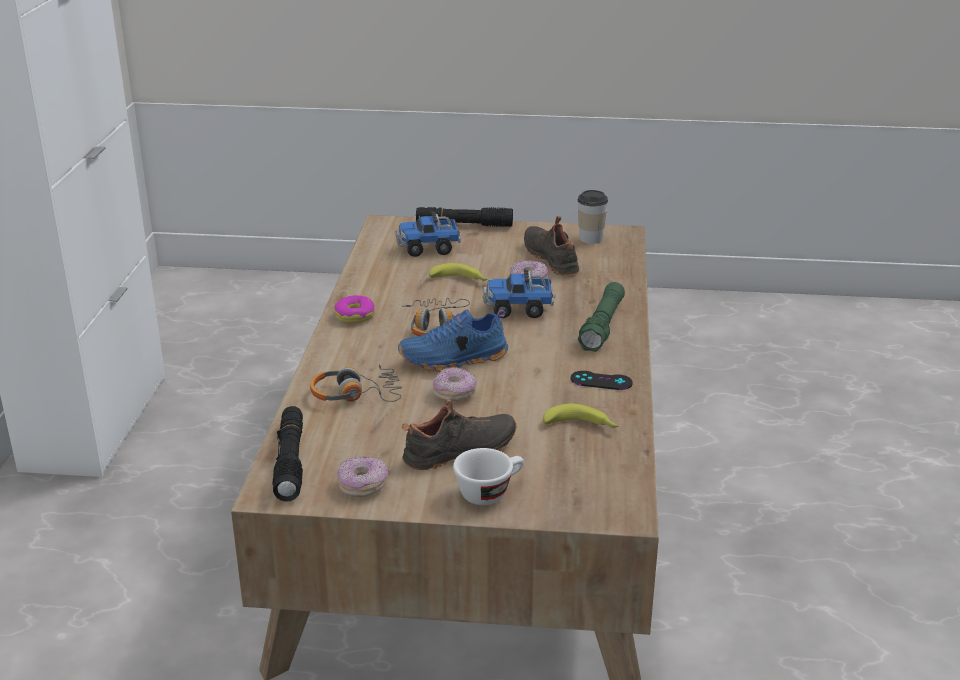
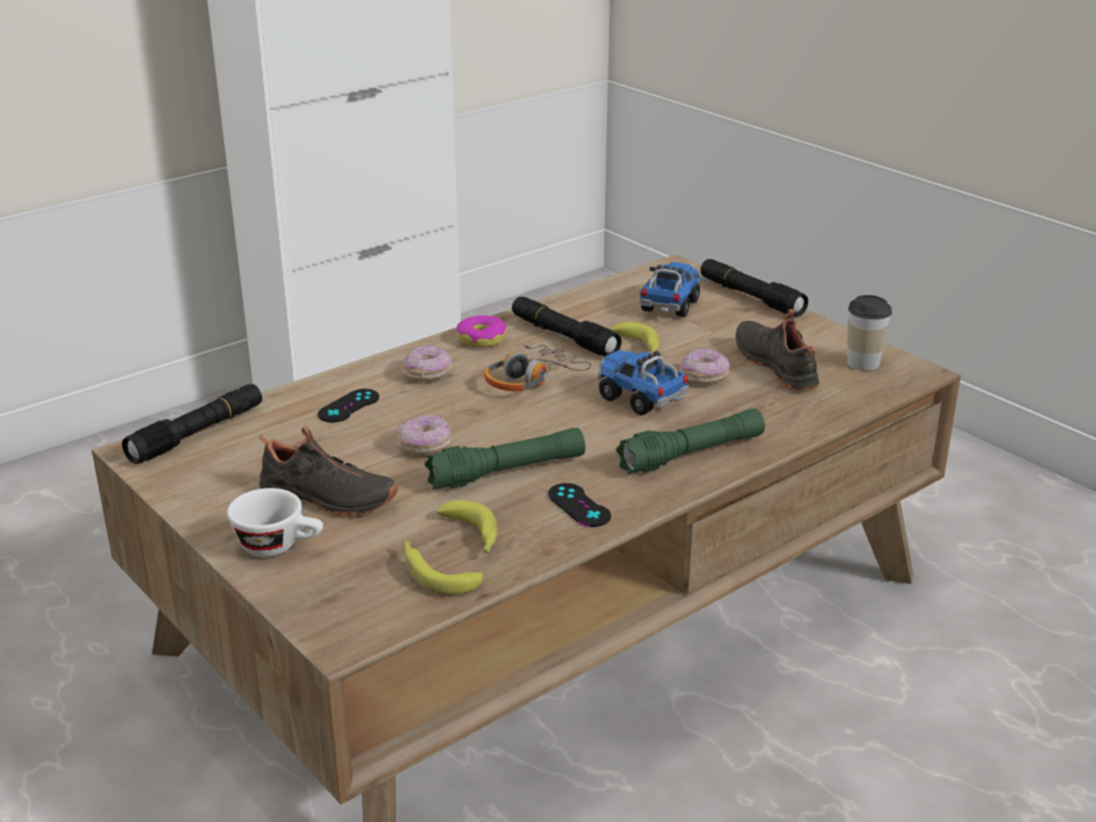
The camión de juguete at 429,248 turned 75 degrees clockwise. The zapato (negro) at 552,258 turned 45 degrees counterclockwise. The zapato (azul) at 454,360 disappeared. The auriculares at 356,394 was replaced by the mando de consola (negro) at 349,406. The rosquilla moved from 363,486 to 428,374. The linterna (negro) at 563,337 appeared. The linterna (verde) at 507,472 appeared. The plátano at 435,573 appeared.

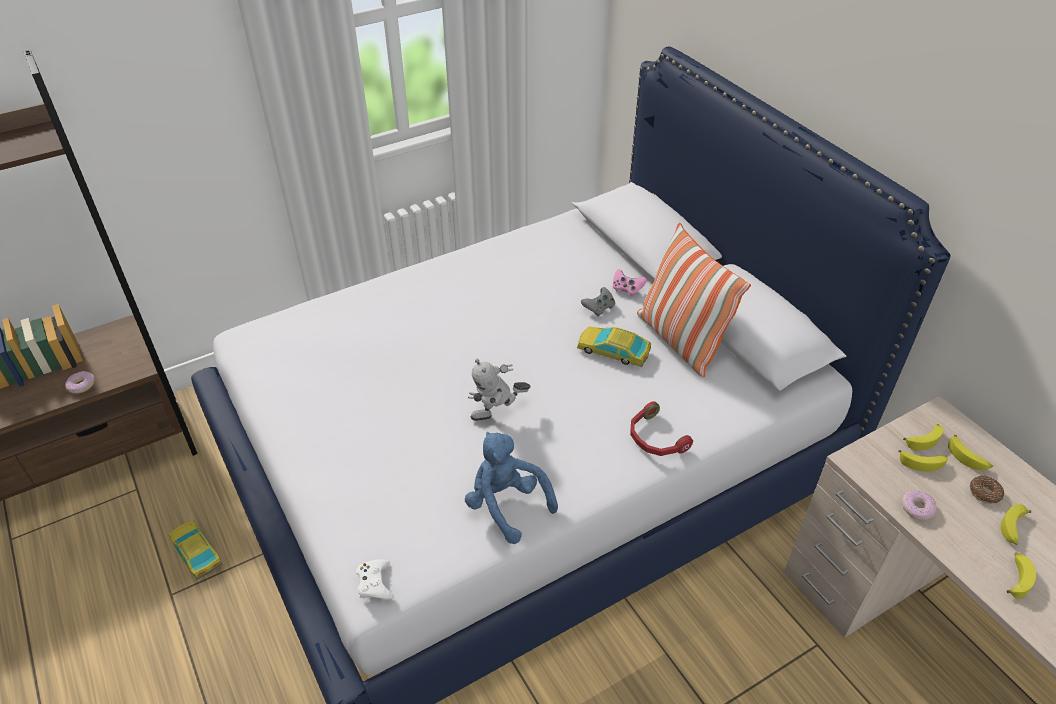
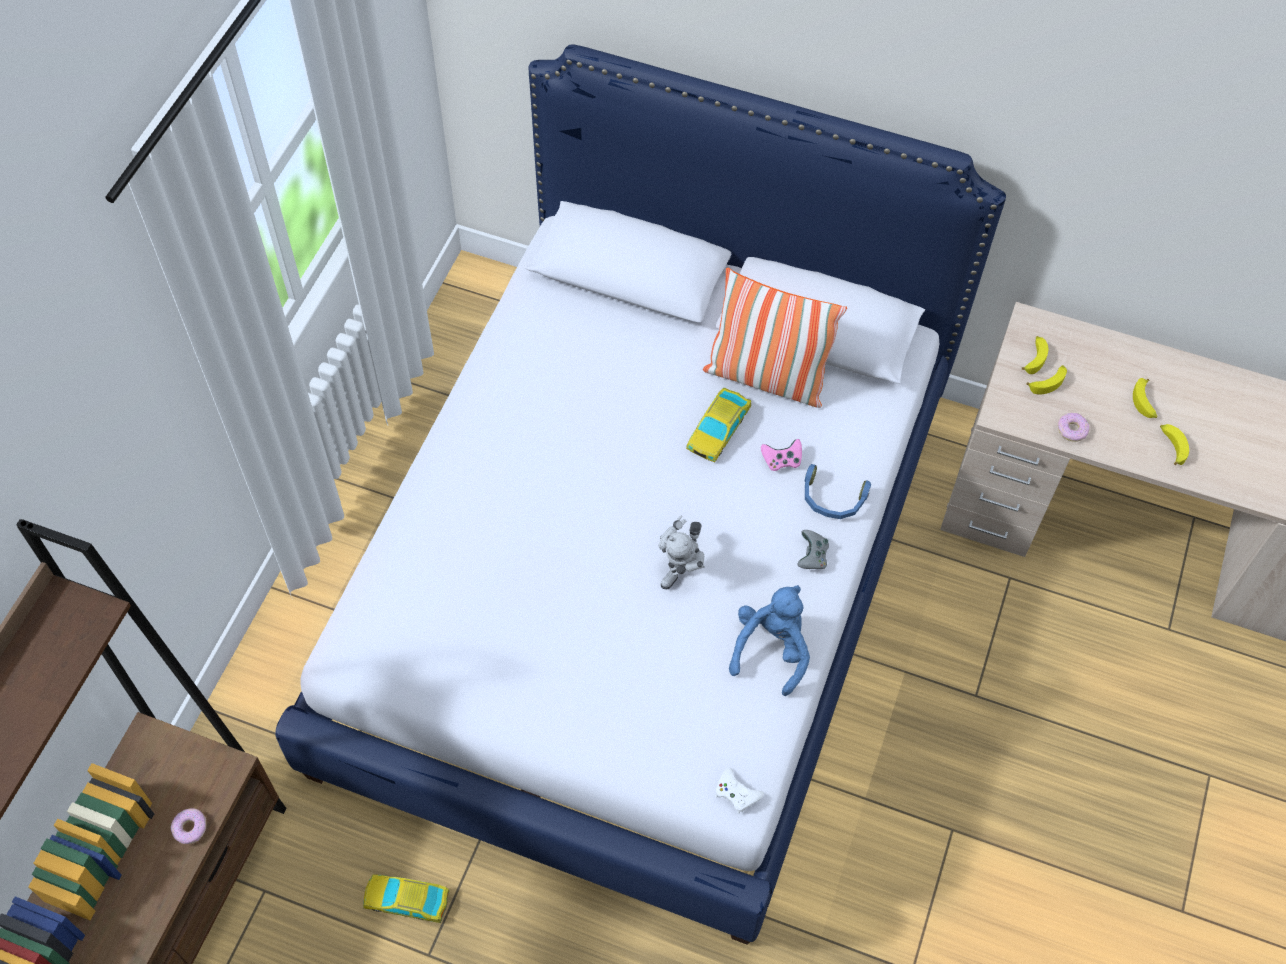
The mando de consola (rosa) moved from 627,289 to 781,461. The mando de consola (gris) moved from 599,308 to 812,557. The coche de juguete at 613,351 turned 45 degrees counterclockwise. The auriculares (rojo) at 655,439 became the auriculares (azul) at 832,499. The peluche (azul) at 506,505 turned 105 degrees clockwise. The plátano at 968,457 disappeared. The rosquilla at 984,493 disappeared.

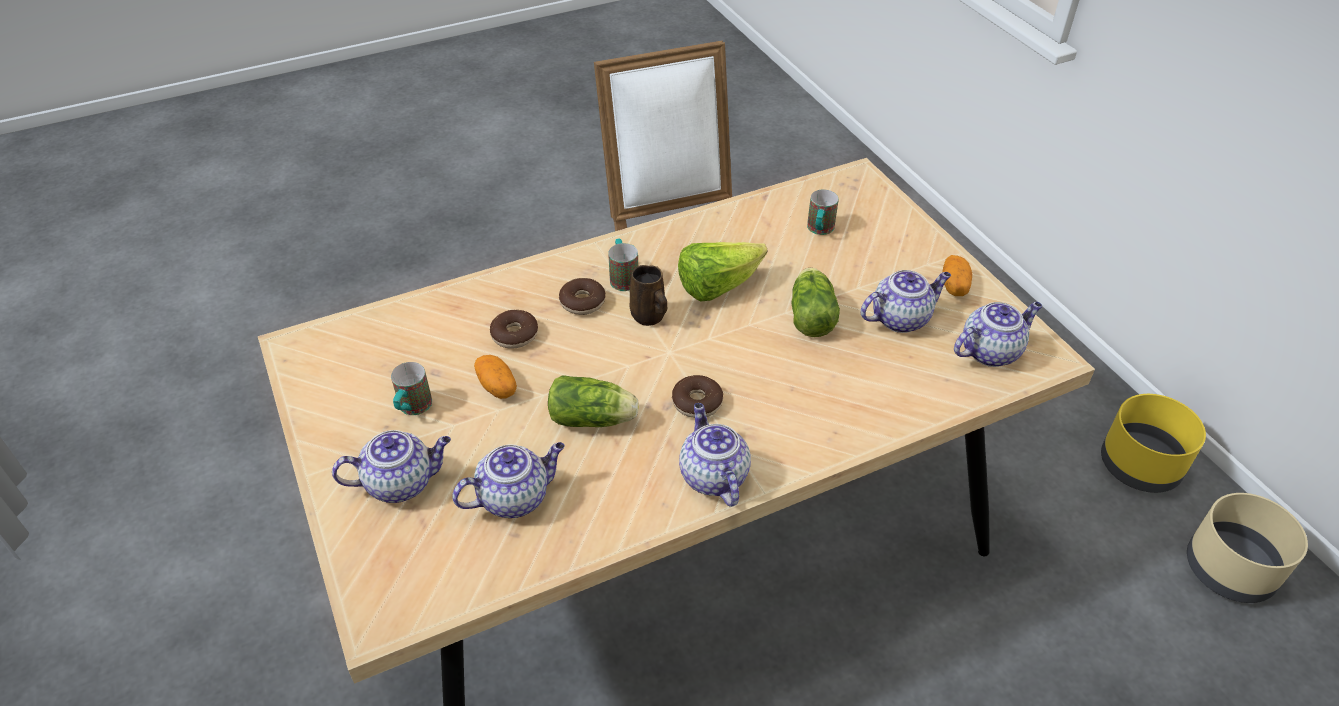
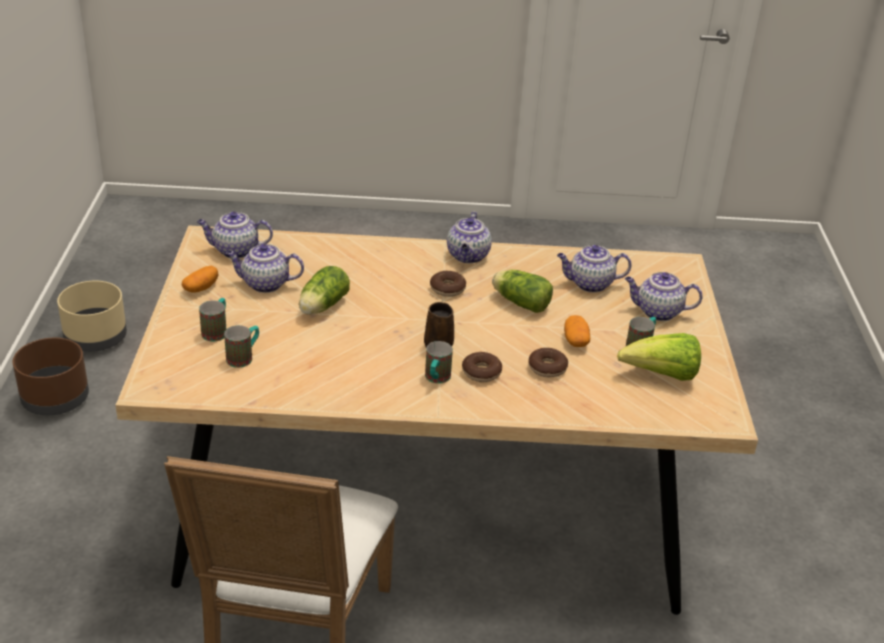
The lechuga moved from 717,286 to 661,375. The maceta (amarillo) at 1140,466 became the maceta (marrón) at 55,399. The taza grande at 216,331 appeared.

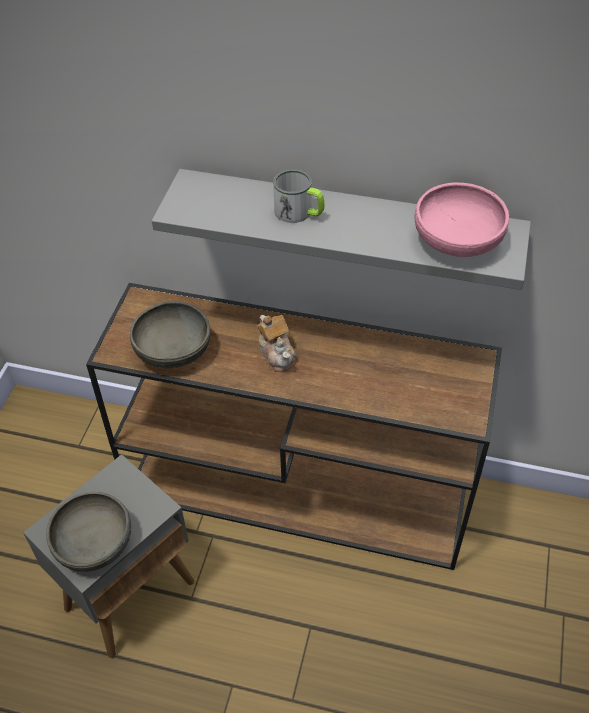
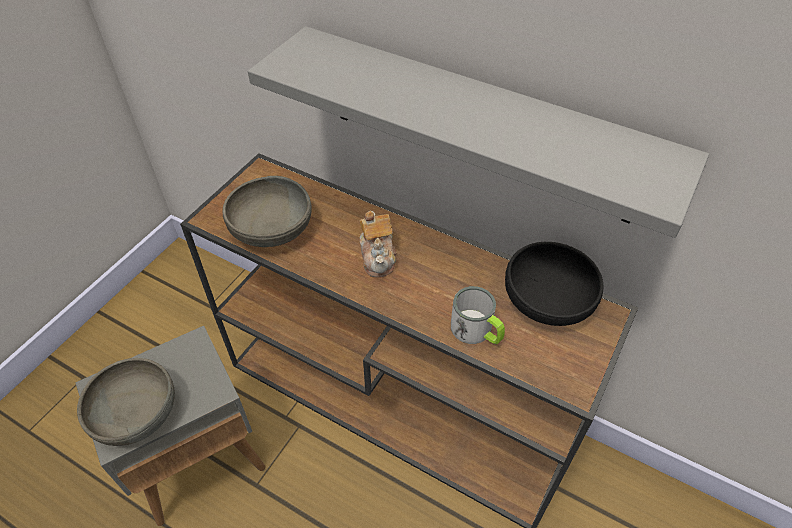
The taza grande moved from 299,213 to 477,331. The cuenco (rosa) at 457,240 disappeared. The cuenco (negro) at 547,300 appeared.

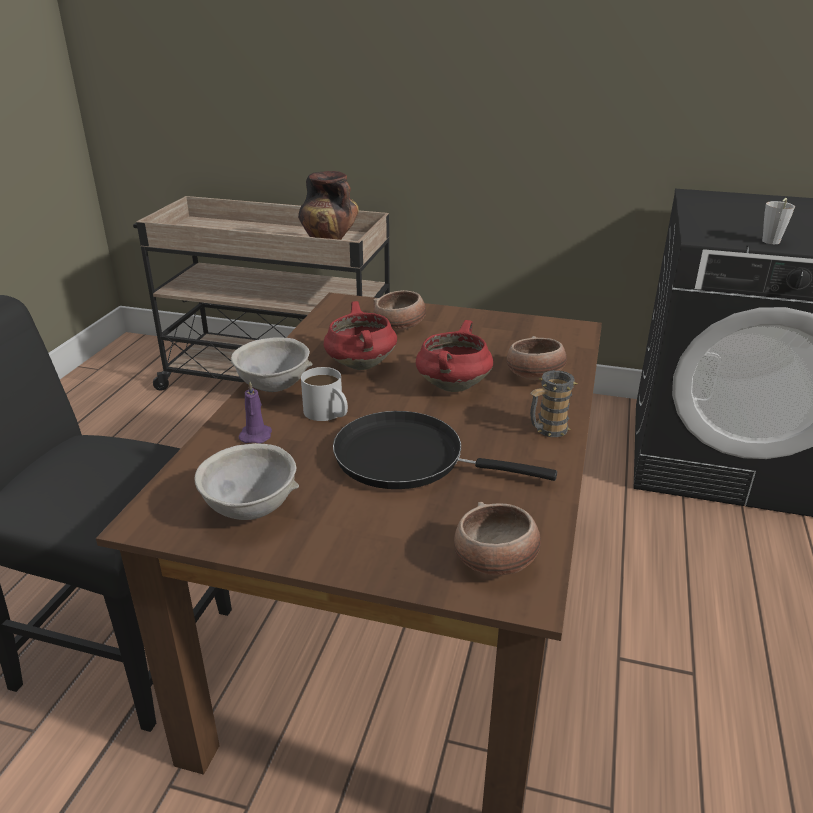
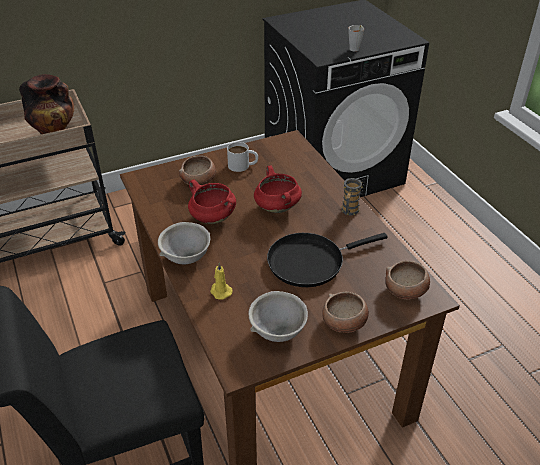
The cuenco moved from 534,376 to 344,323. The taza grande (blanco) moved from 328,414 to 243,165. The vela (morado) at 256,435 became the vela (amarillo) at 220,291.

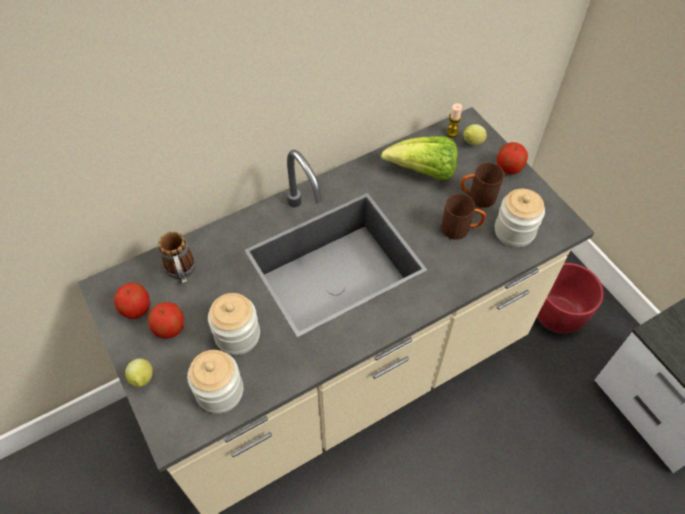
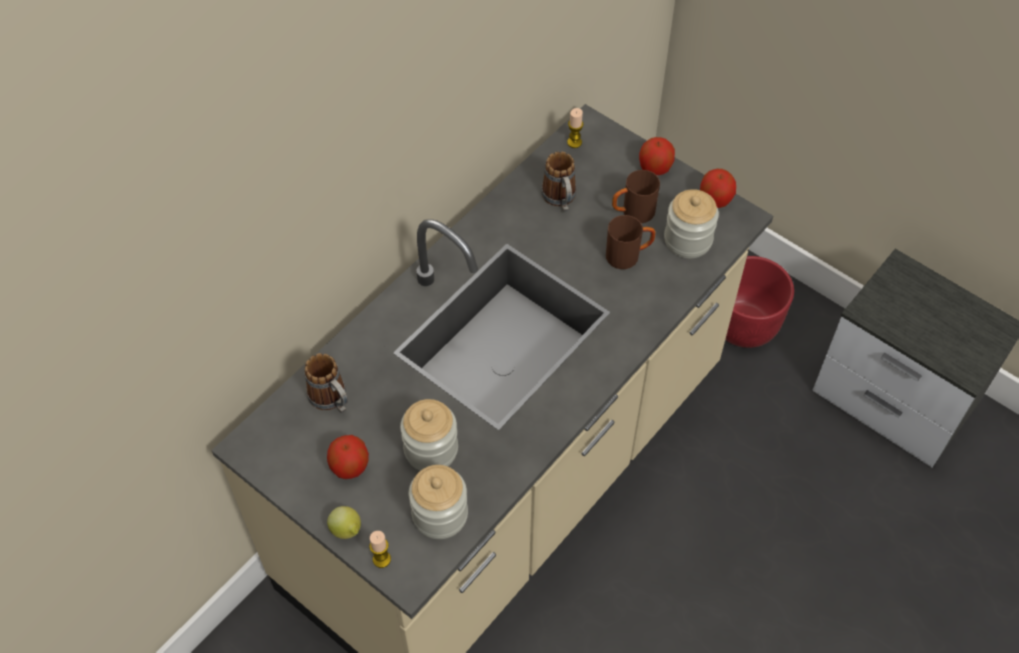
The limón at 472,143 disappeared. The lechuga at 423,172 was replaced by the taza grande at 560,200. The manzana moved from 137,309 to 715,200. The vela at 381,559 appeared.

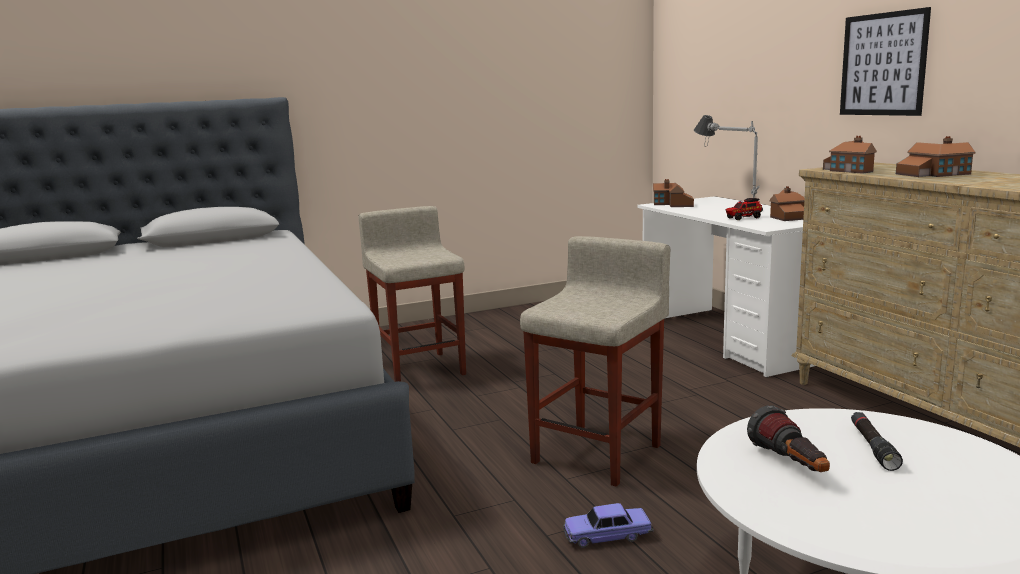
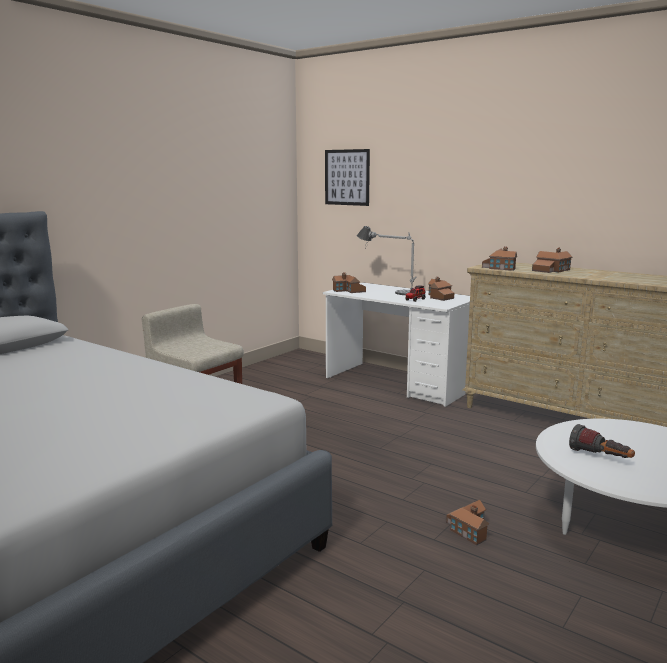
The cuadro moved from 883,64 to 347,177. The taburete (beis) at 598,453 disappeared. The linterna (negro) at 873,447 disappeared. The coche de juguete at 607,535 was replaced by the casita at 468,529.

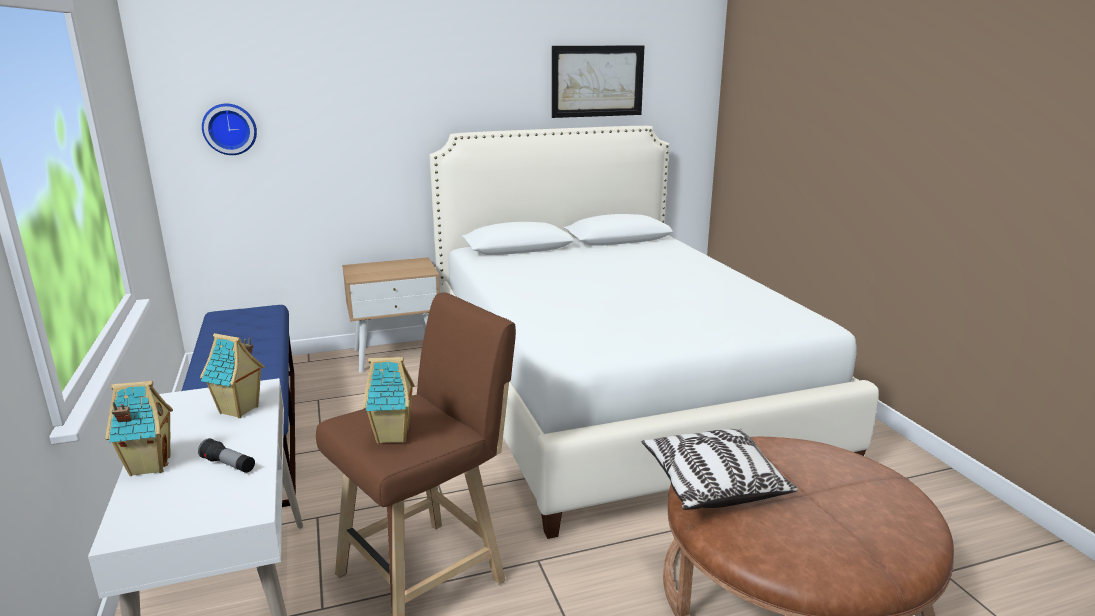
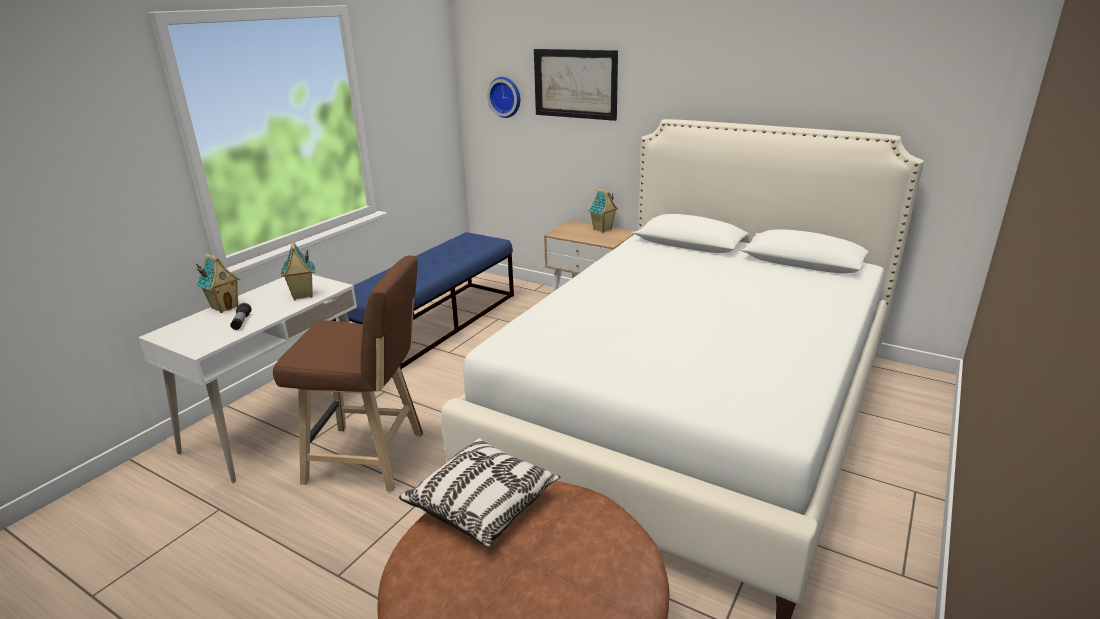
The cuadro moved from 597,81 to 575,84. The casita moved from 394,436 to 603,229.

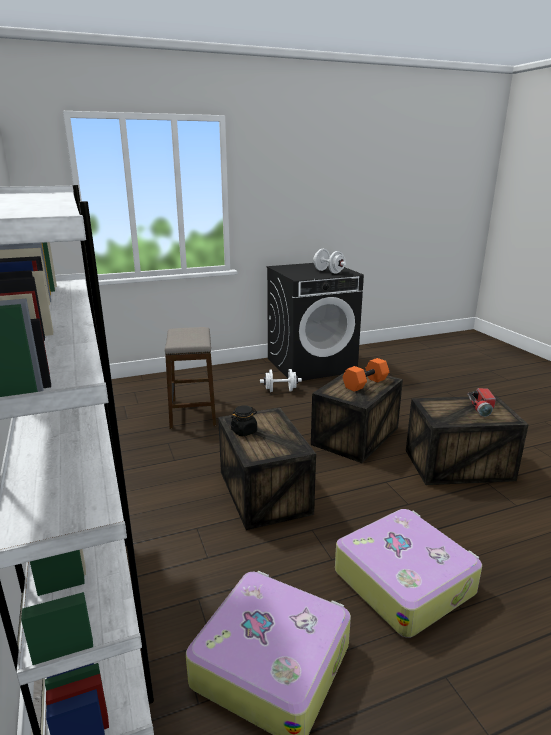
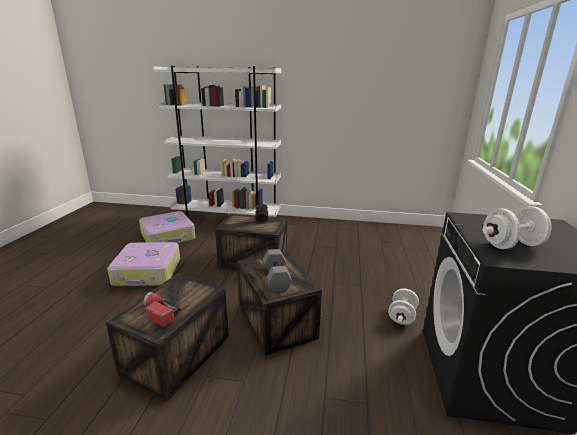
The taburete at 193,412 disappeared. The mancuerna (naranja) at 365,384 became the mancuerna (gris) at 275,278.

